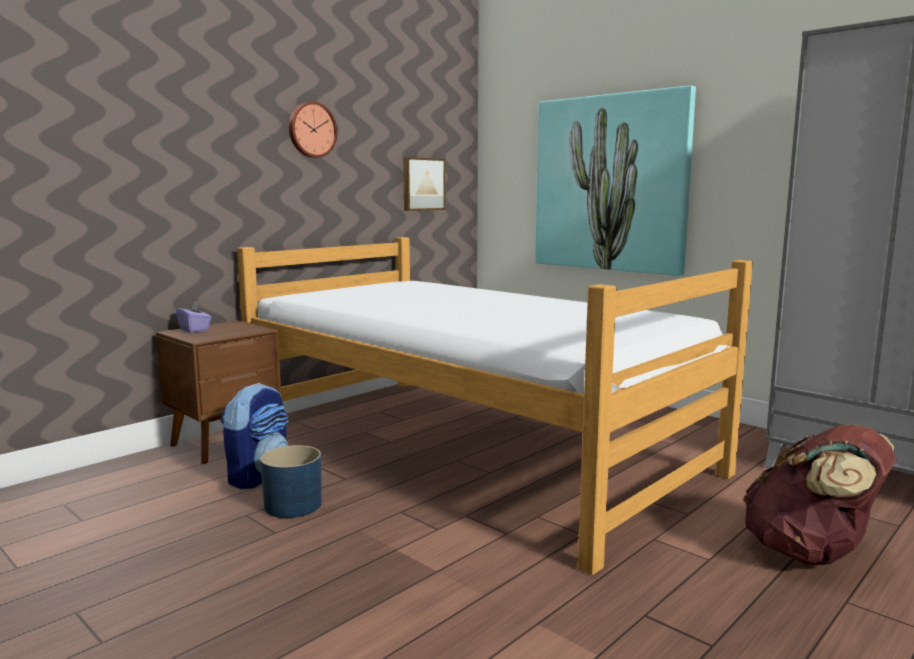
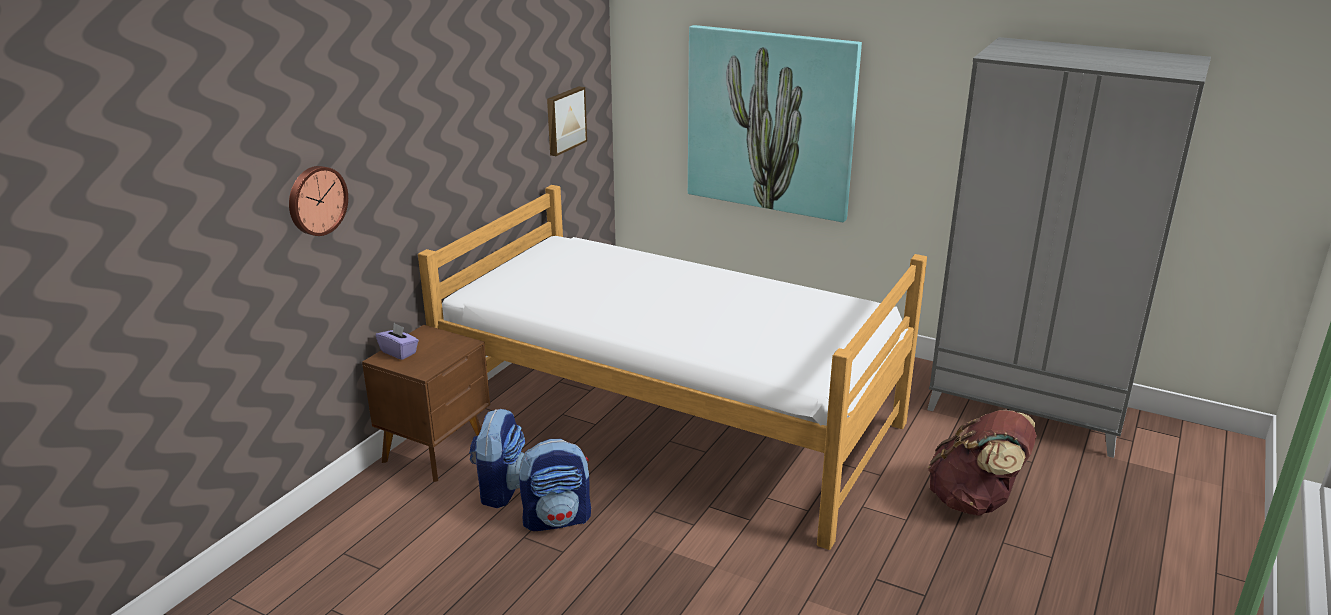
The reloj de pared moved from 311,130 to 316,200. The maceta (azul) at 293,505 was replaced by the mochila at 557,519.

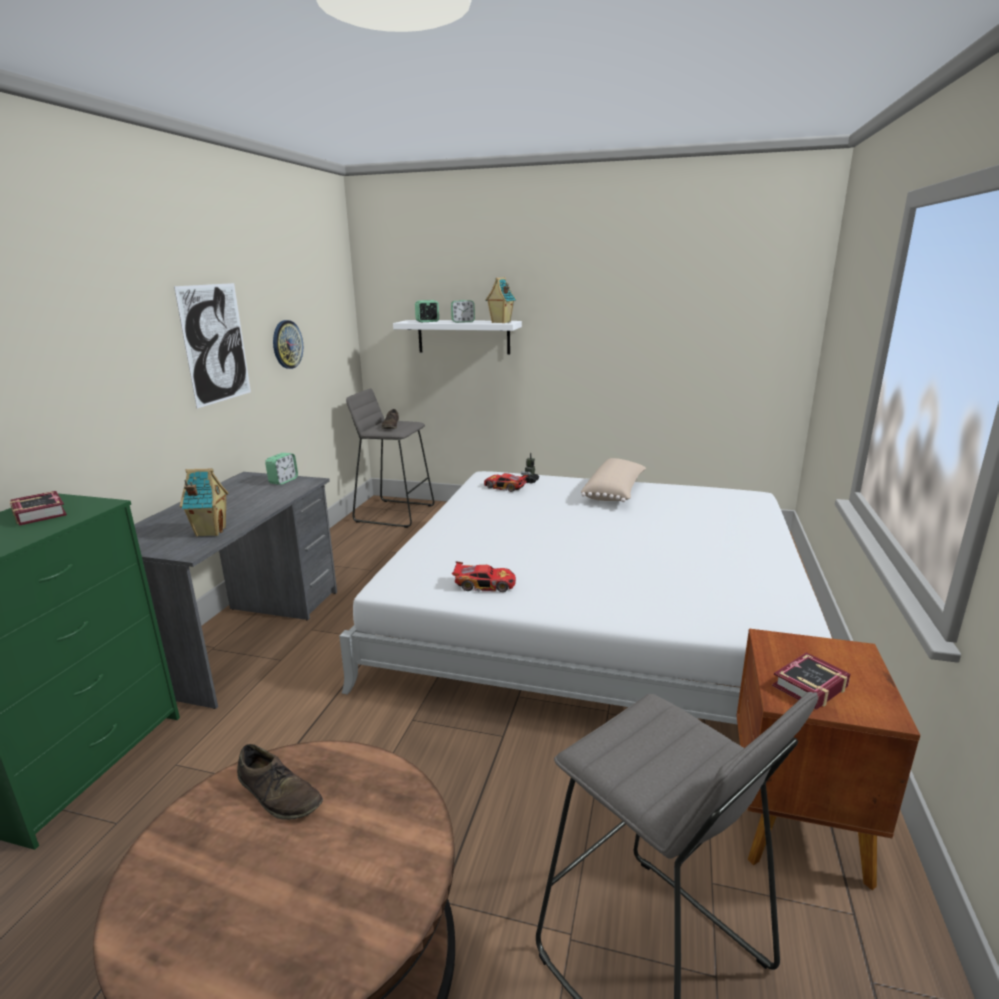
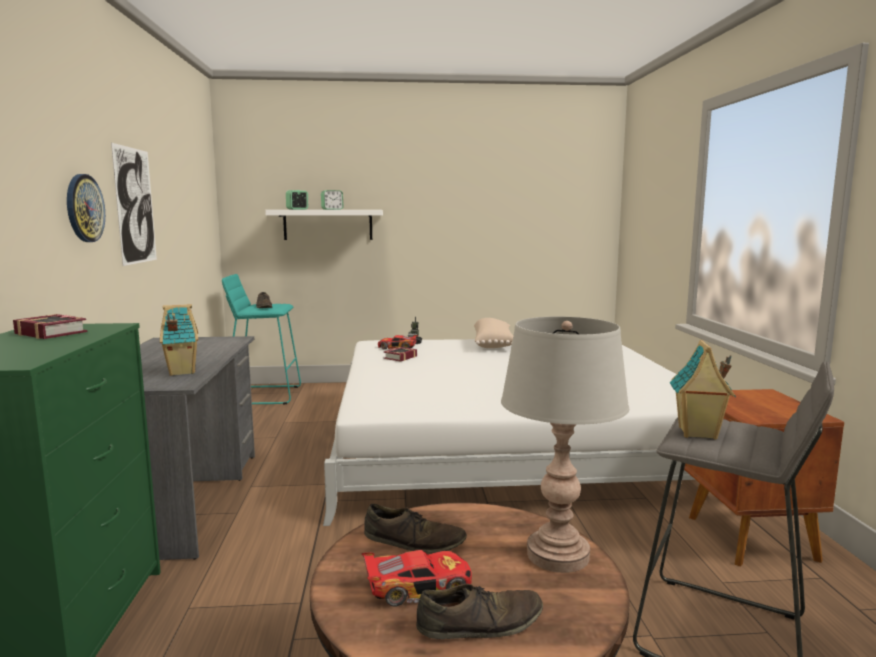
The casita moved from 500,322 to 697,433. The reloj de pared moved from 287,344 to 84,208. The taburete (gris) at 395,513 became the taburete (turquesa) at 265,395. The despertador at 283,481 disappeared. The coche de juguete moved from 484,584 to 418,587. The libro moved from 806,686 to 399,357. The lámpara de mesa (gris) at 557,555 appeared. The zapato (marrón) at 480,623 appeared.

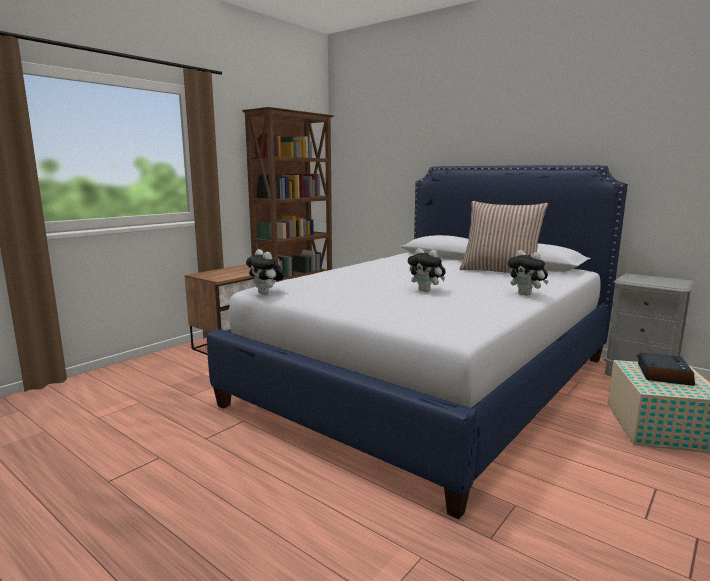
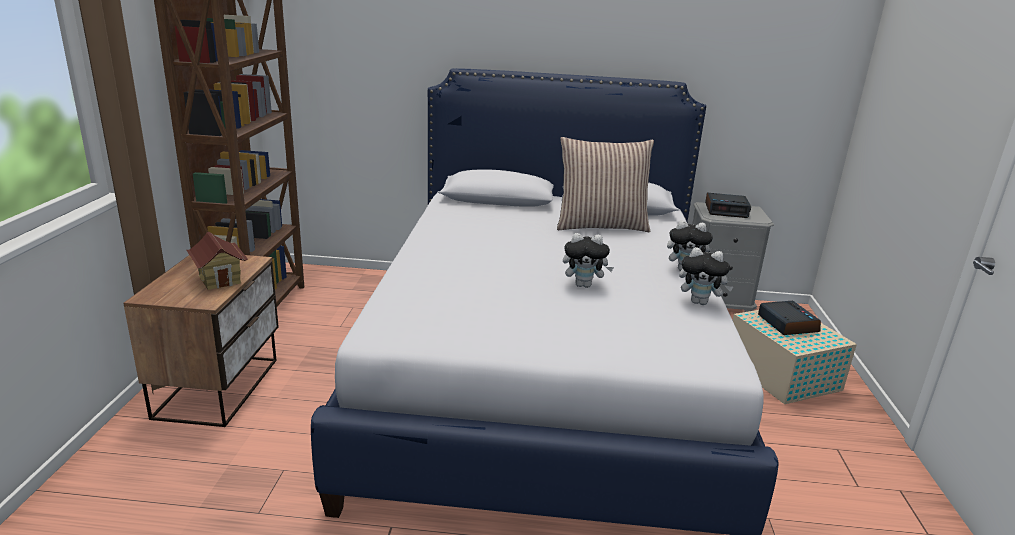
The peluche moved from 266,293 to 700,302. The despertador at 726,210 appeared. The casita at 220,279 appeared.

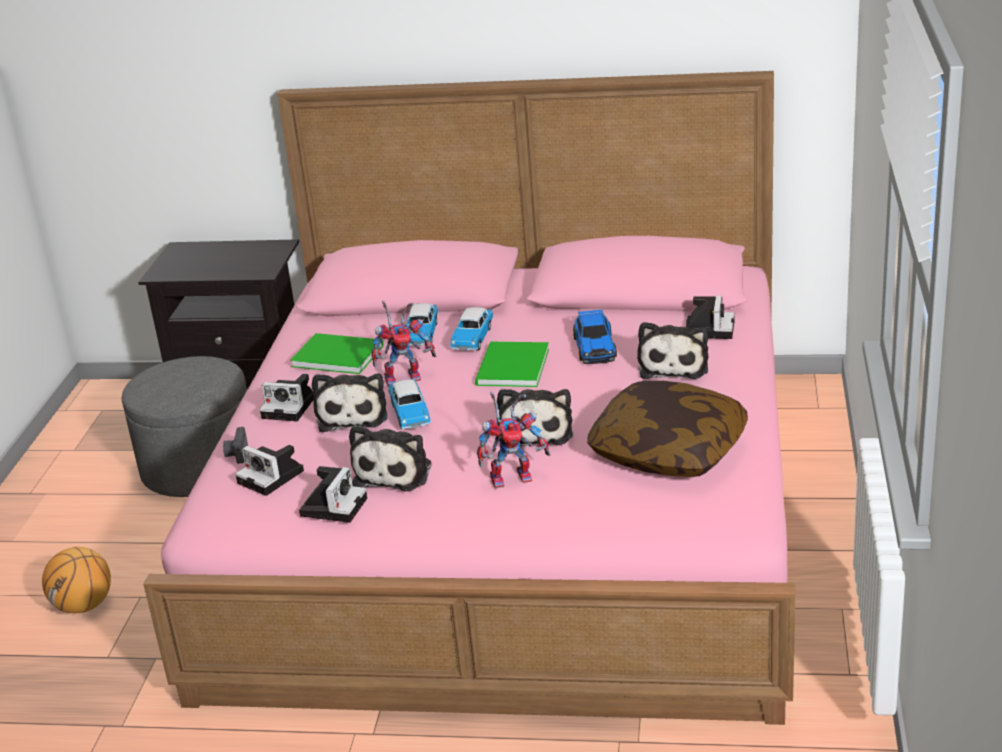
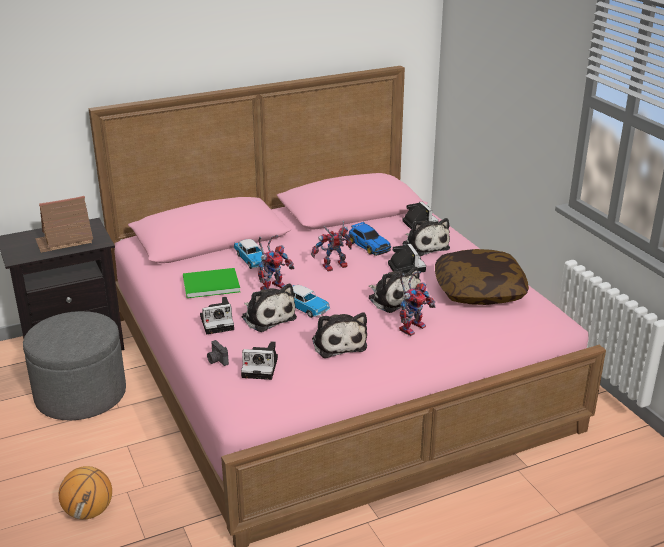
The coche de juguete at 472,338 disappeared. The libro (verde) at 510,368 was replaced by the robot de juguete at 333,267. The cámara moved from 334,505 to 405,267. The casita at 65,240 appeared.

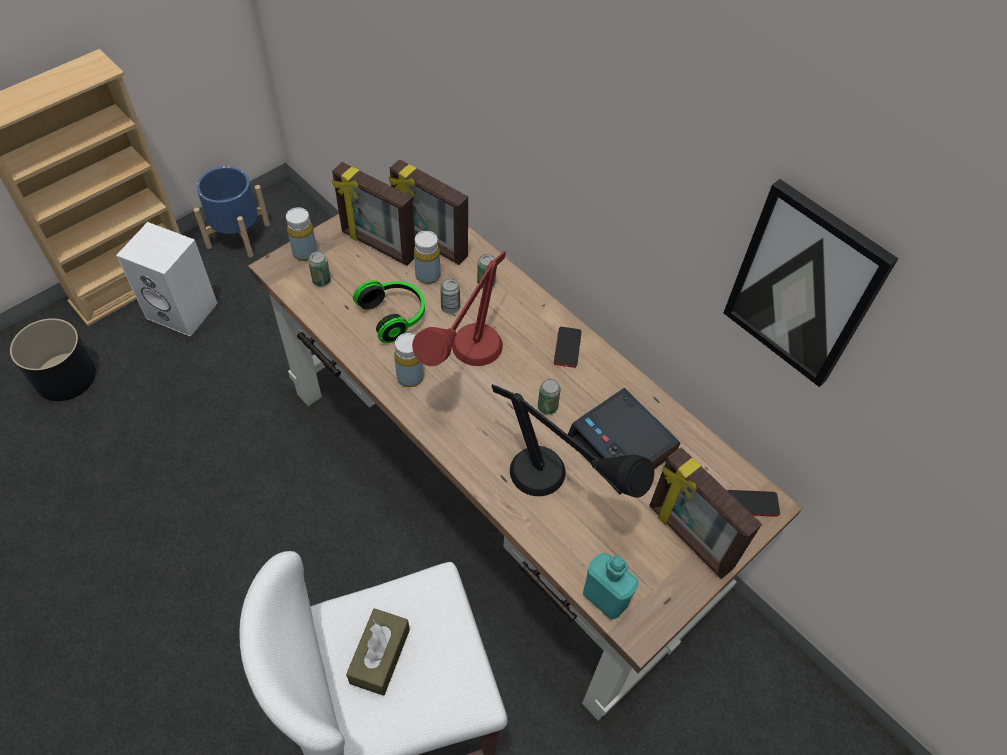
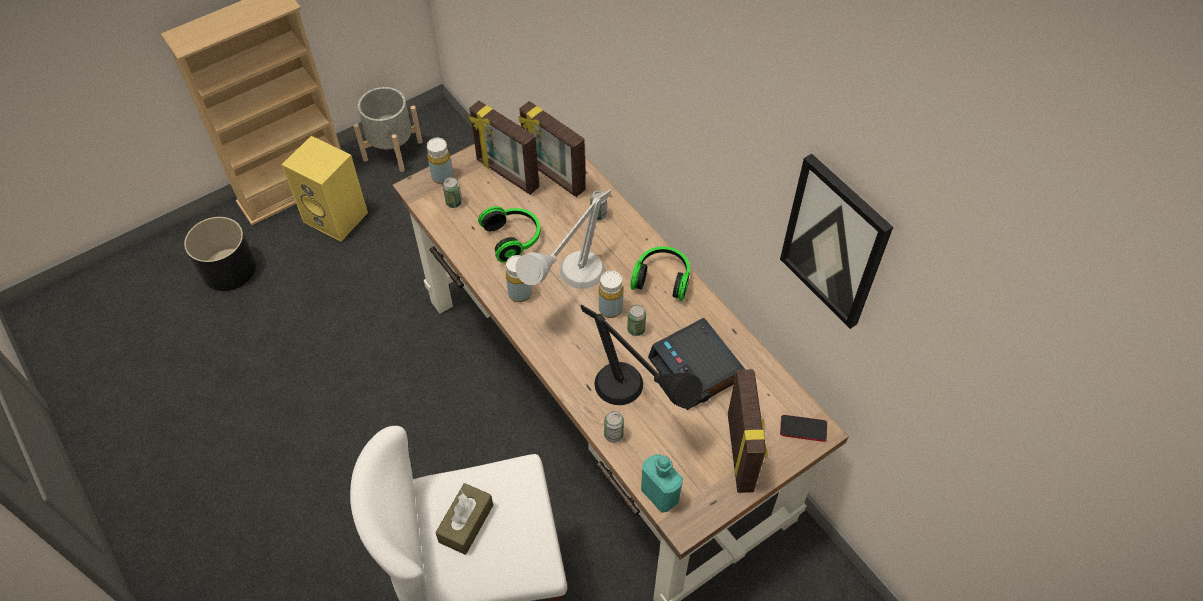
The maceta (azul) at 238,235 became the maceta (gris) at 392,150. The altavoz (blanco) at 184,310 became the altavoz (amarillo) at 337,217. The botella (amarillo) moved from 428,275 to 610,309. The lámpara de mesa (rojo) at 464,364 became the lámpara de mesa (gris) at 569,286. The lata moved from 450,307 to 613,435. The móvil at 567,347 was replaced by the auriculares at 662,278. The portarretratos at 689,538 turned 150 degrees counterclockwise.

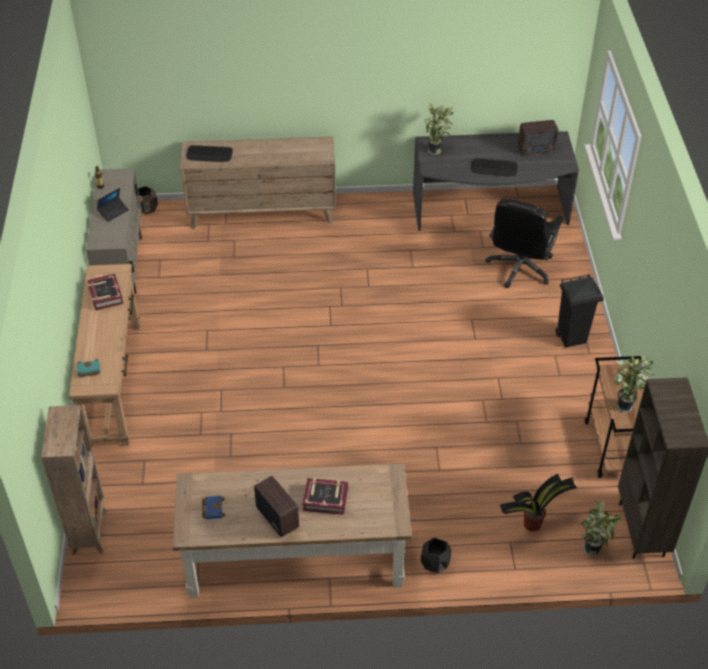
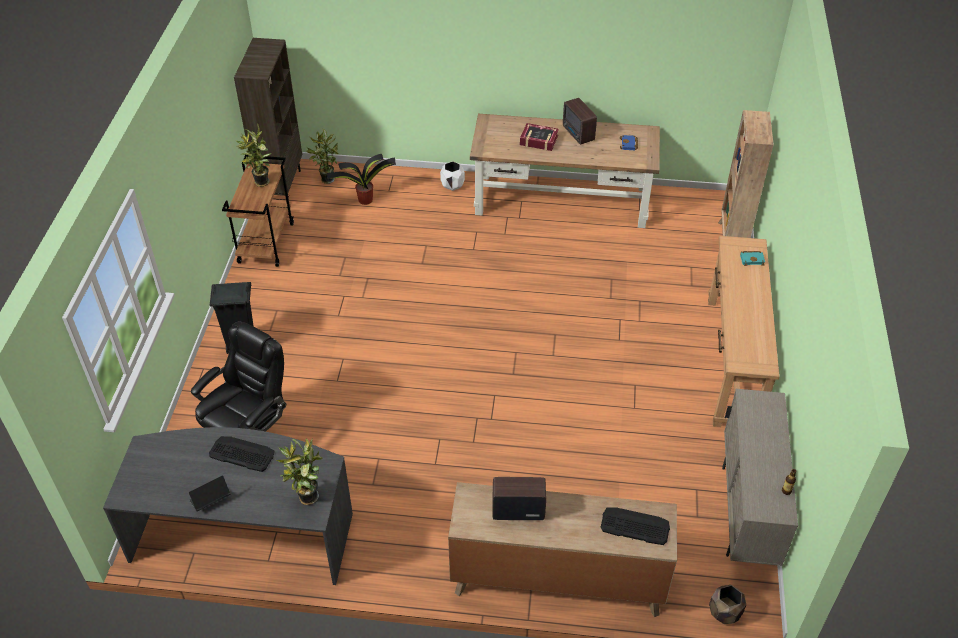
The radio moved from 537,149 to 517,510. The portátil moved from 113,212 to 210,500. The libro at 105,295 disappeared. The maceta (negro) at 435,563 became the maceta (blanco) at 452,185.

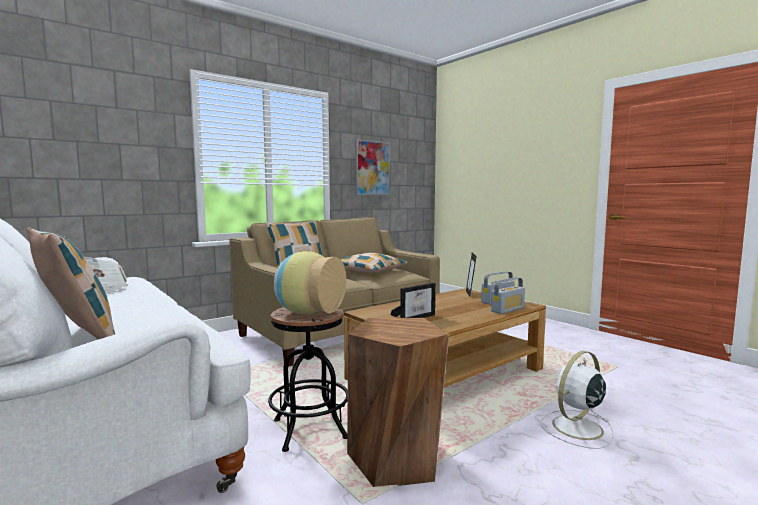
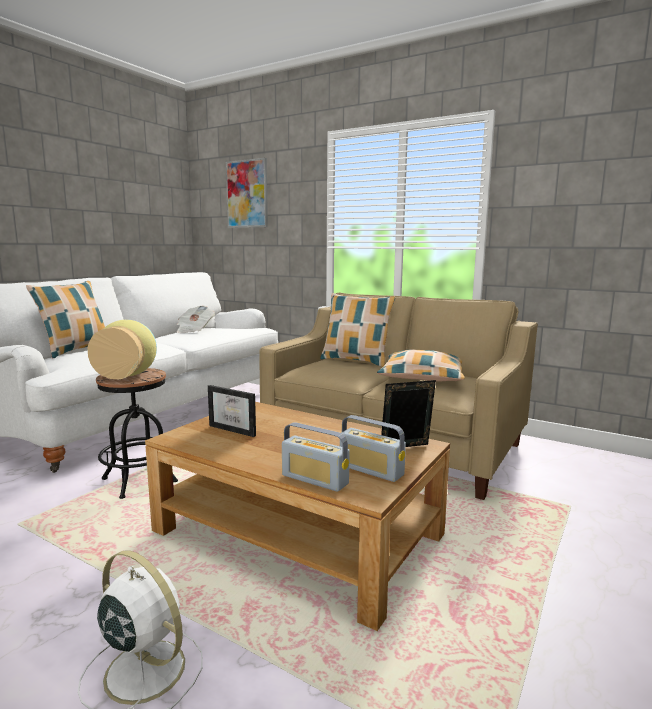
The cuadro moved from 372,168 to 247,194. The taburete (marrón) at 395,459 disappeared.

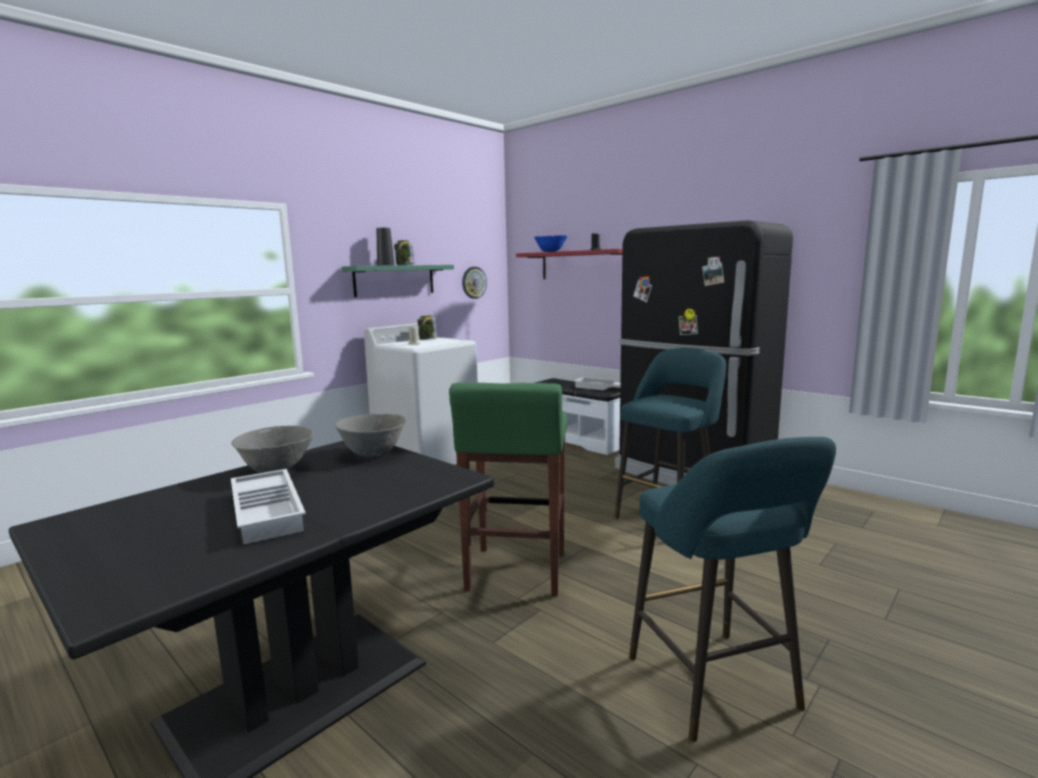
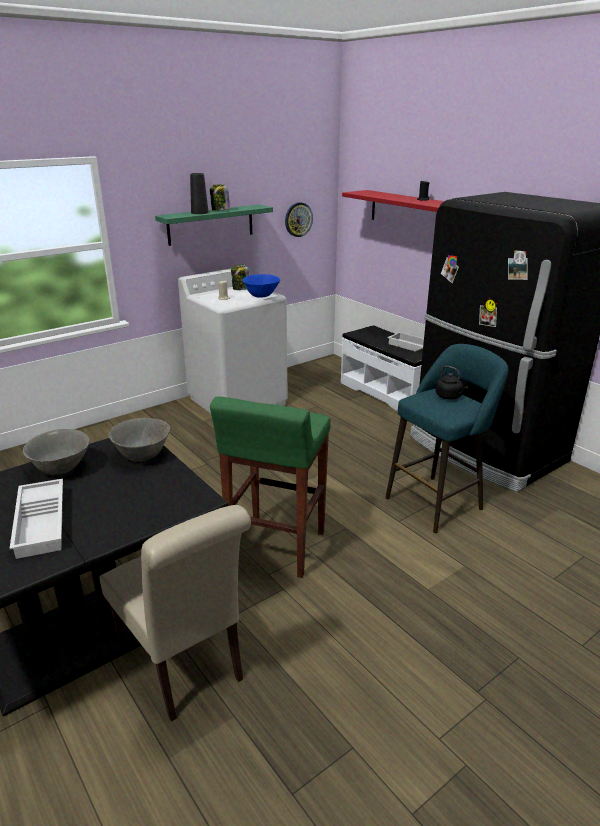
The cuenco (azul) moved from 551,252 to 261,296. The taburete (turquesa) at 717,688 disappeared. The hervidor (negro) at 449,397 appeared. The silla (beis) at 184,665 appeared.

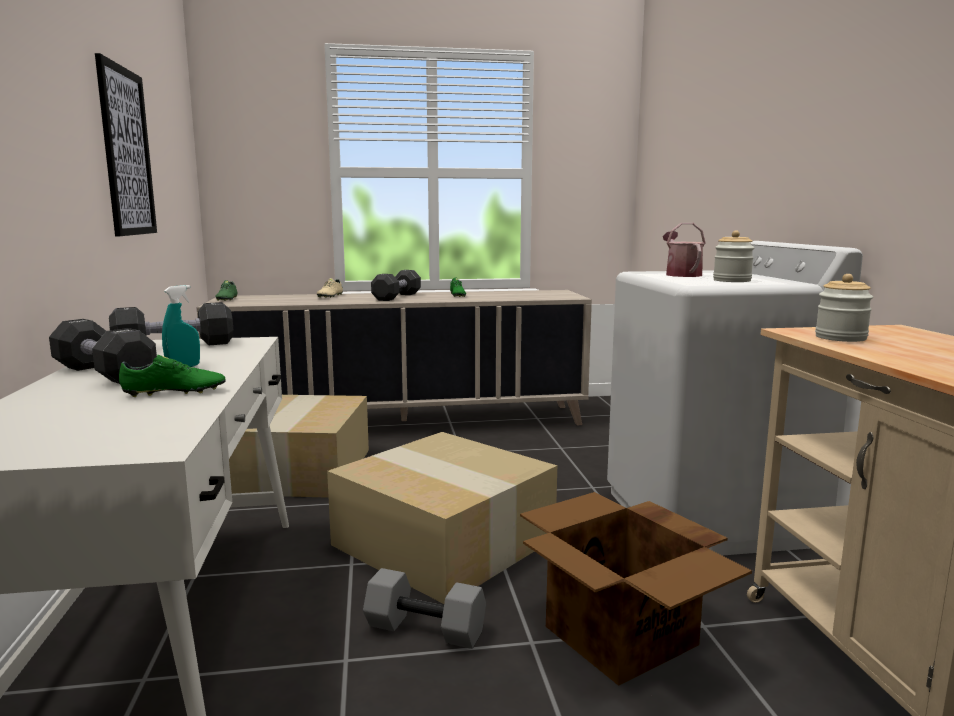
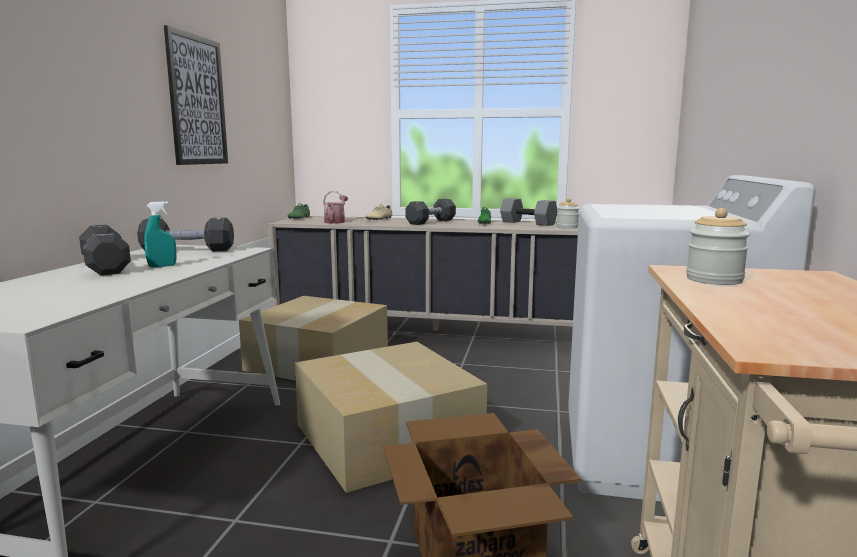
The regadera moved from 681,274 to 336,221. The tarro moved from 732,280 to 567,227. The zapato (verde) at 174,393 disappeared. The mancuerna (gris) moved from 427,628 to 529,223.

